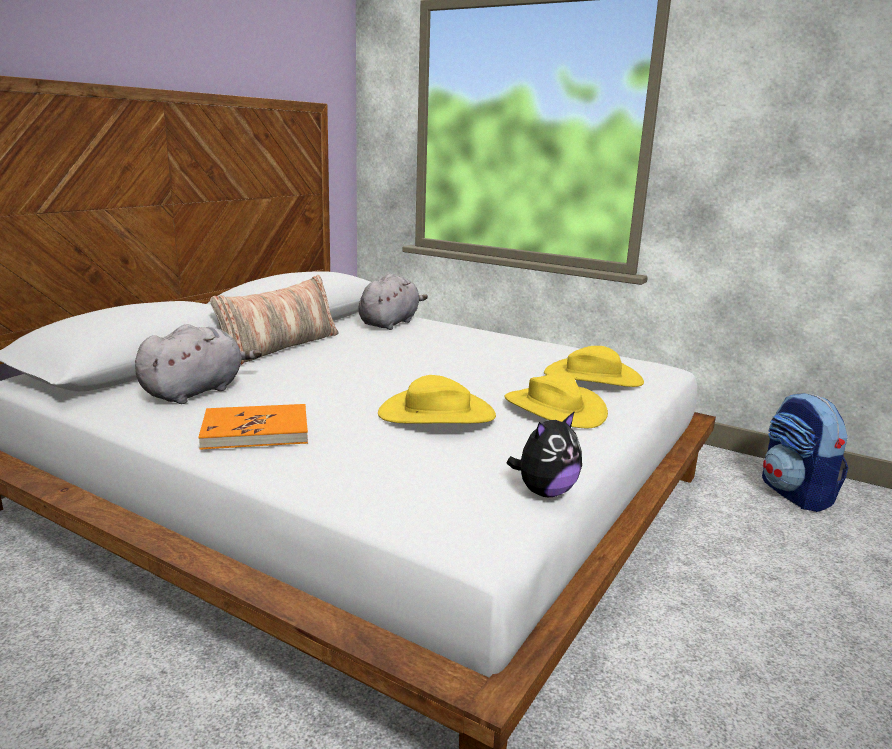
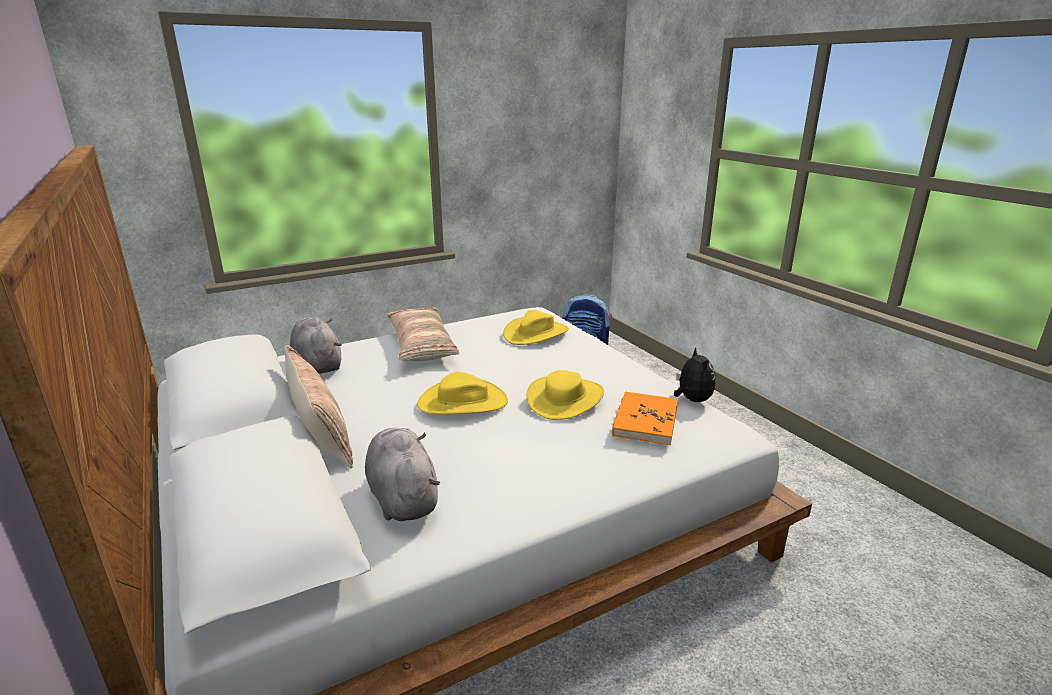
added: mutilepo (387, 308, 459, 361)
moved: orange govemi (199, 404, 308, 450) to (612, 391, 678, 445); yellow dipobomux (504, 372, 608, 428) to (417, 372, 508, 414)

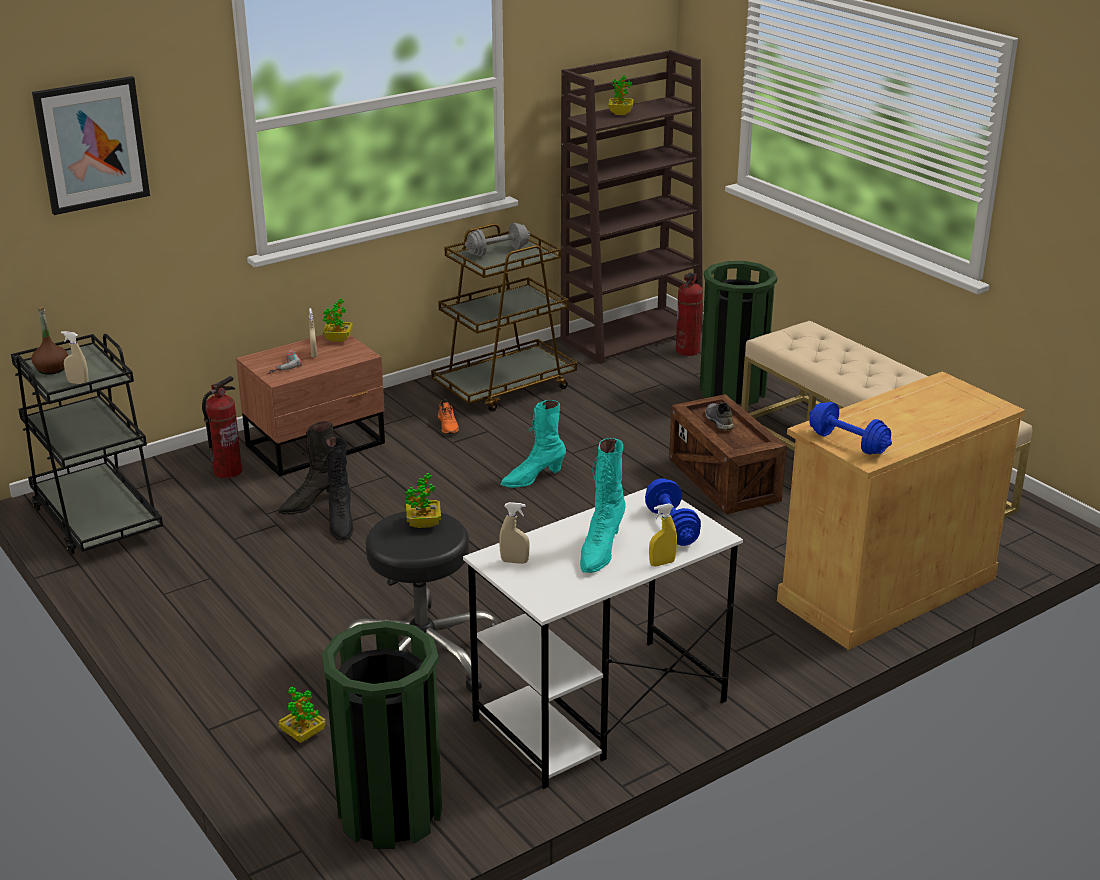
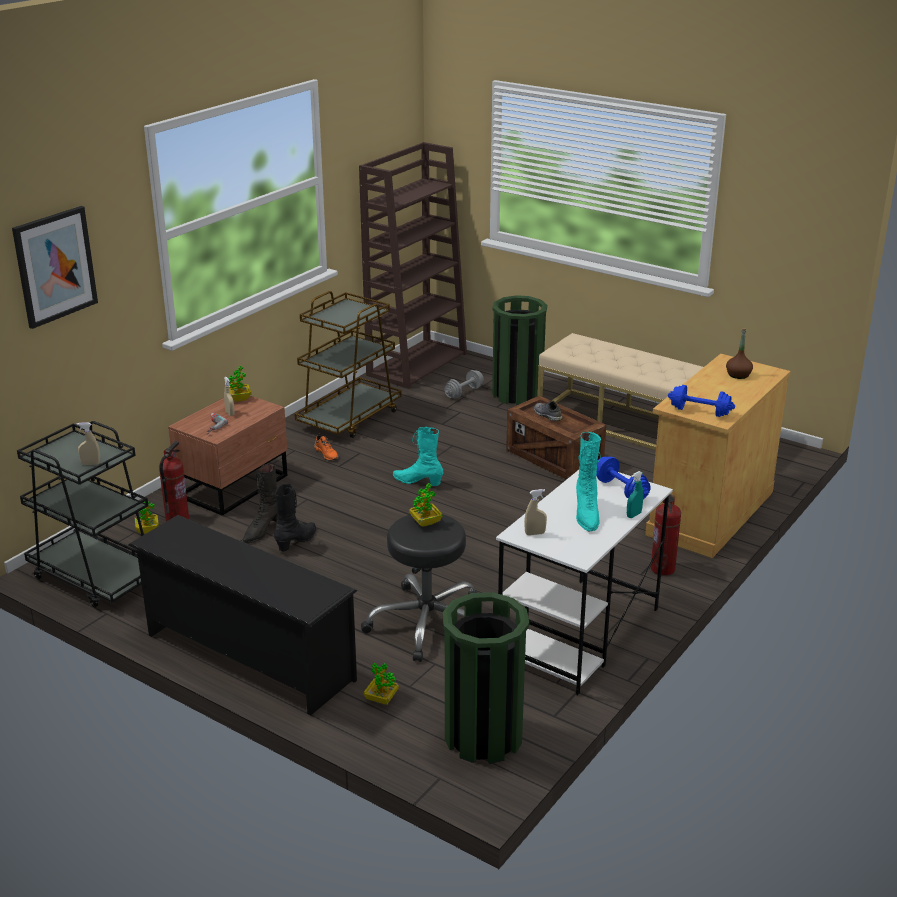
added: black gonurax (128, 515, 357, 716)
moved: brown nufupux (31, 307, 68, 375) to (726, 328, 753, 379); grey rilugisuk (465, 223, 530, 256) to (444, 370, 484, 399); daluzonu (608, 75, 633, 115) to (135, 501, 159, 534); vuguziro (676, 273, 703, 356) to (651, 495, 681, 576)
recoloured: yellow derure (649, 503, 677, 566) to turquoise derure (627, 471, 643, 518)
turned: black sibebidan (325, 436, 354, 541) = (274, 483, 316, 552) 120 degrees counterclockwise; turquoise sibebidan (501, 400, 566, 488) = (393, 427, 444, 486) 75 degrees clockwise

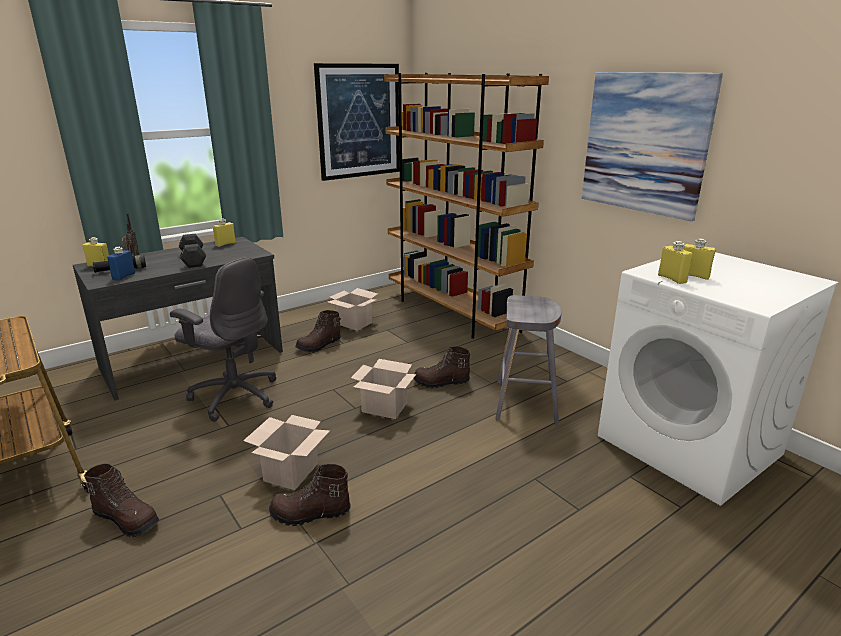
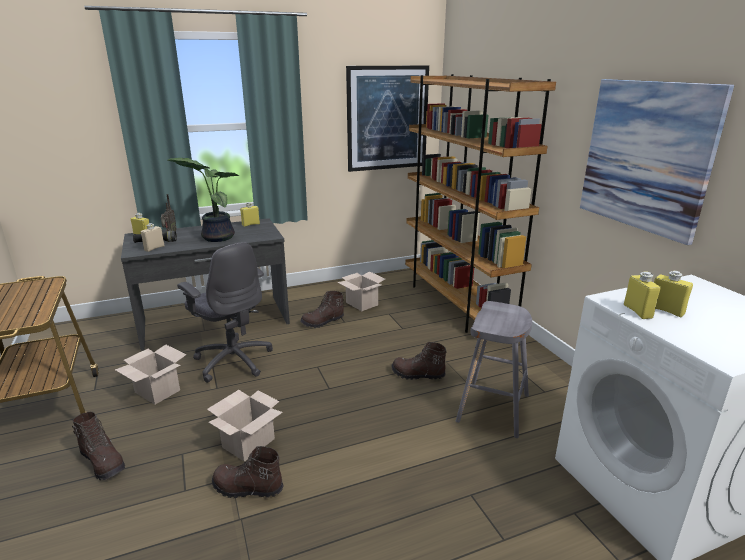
moved: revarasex (351, 359, 416, 419) to (115, 345, 186, 405)
replaced: black rilugisuk (179, 234, 206, 268) to daluzonu (168, 158, 241, 242)
recoloured: blue nufupux (107, 247, 135, 281) to beige nufupux (141, 223, 164, 252)

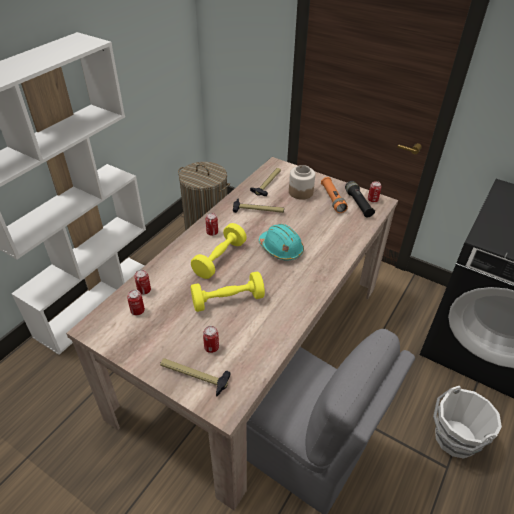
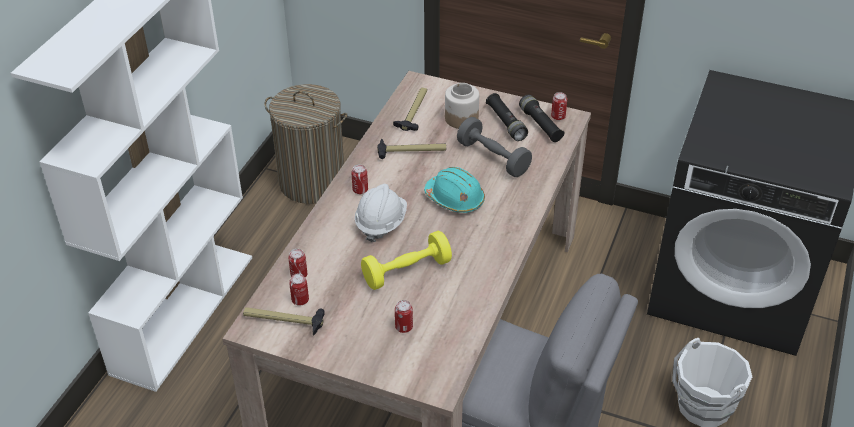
added: grey rilugisuk (457, 117, 532, 177)
moved: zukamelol (160, 358, 231, 397) to (243, 307, 324, 336)
replaced: yellow rilugisuk (191, 223, 247, 279) to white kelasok (355, 184, 407, 242)
recoloured: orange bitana (321, 177, 348, 213) to black bitana (486, 93, 528, 141)

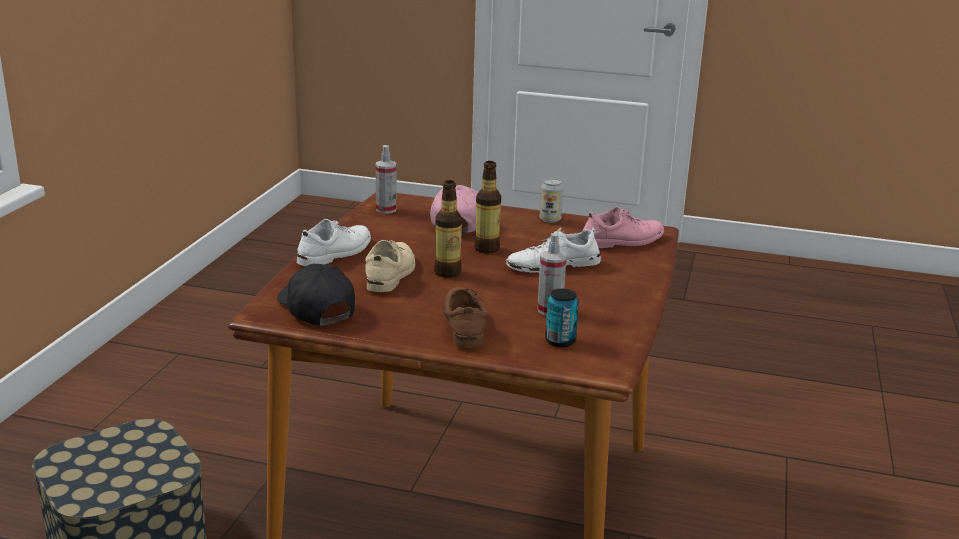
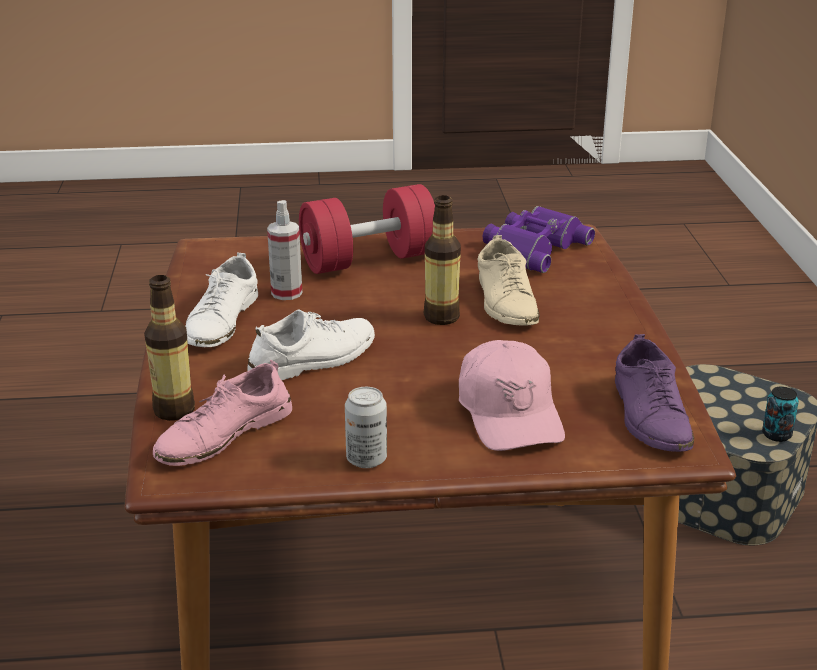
moved: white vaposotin (297, 219, 371, 266) to (185, 252, 258, 347); nufupux (474, 161, 501, 253) to (144, 275, 195, 421); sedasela (545, 289, 579, 347) to (762, 386, 799, 442)
replaced: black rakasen (277, 264, 355, 326) to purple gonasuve (483, 206, 595, 273); derure (376, 145, 397, 214) to purple vaposotin (615, 334, 694, 452); brown vaposotin (443, 287, 488, 348) to red rilugisuk (299, 184, 435, 274)

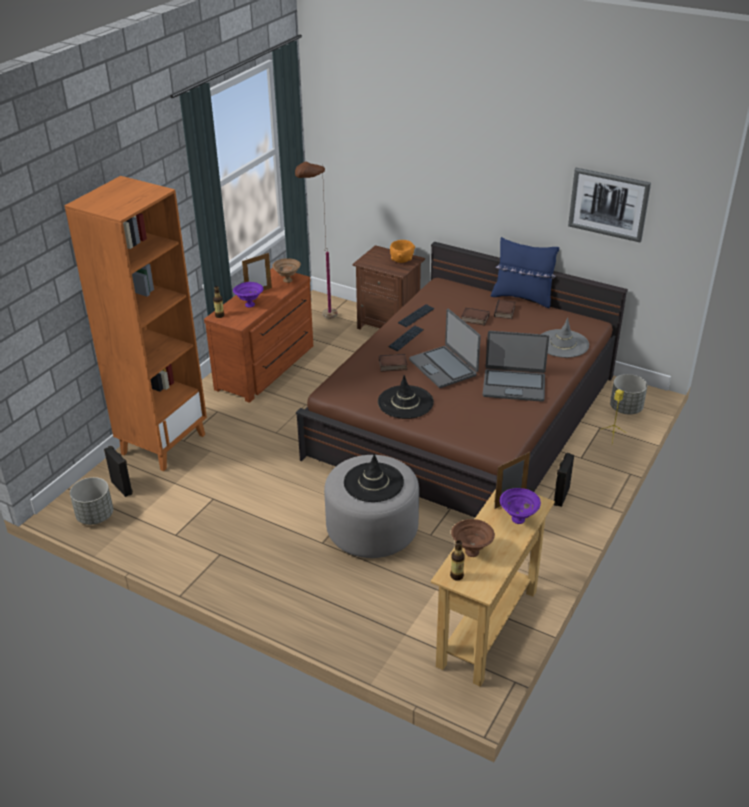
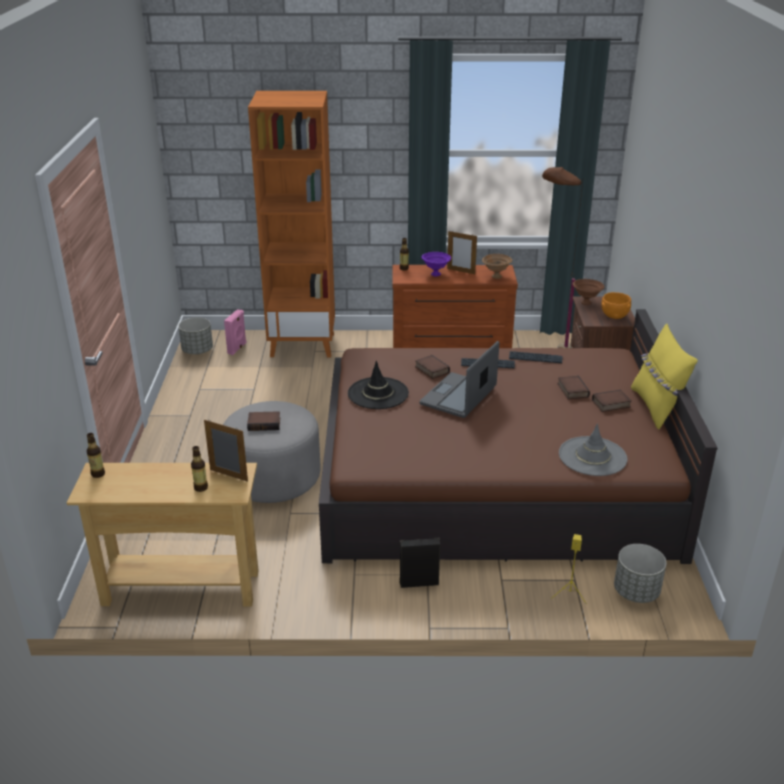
removed: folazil (483, 331, 549, 402); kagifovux (568, 168, 651, 242)
moved: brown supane (451, 519, 495, 557) to (573, 279, 605, 305)
replaced: black dipobomux (344, 453, 404, 502) to govemi (247, 411, 280, 431); purple supane (500, 488, 541, 524) to nufupux (191, 446, 208, 492)
recoloured: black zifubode (104, 446, 133, 497) to pink zifubode (224, 309, 247, 355); blue mutilepo (491, 237, 559, 308) to yellow mutilepo (631, 324, 698, 430)

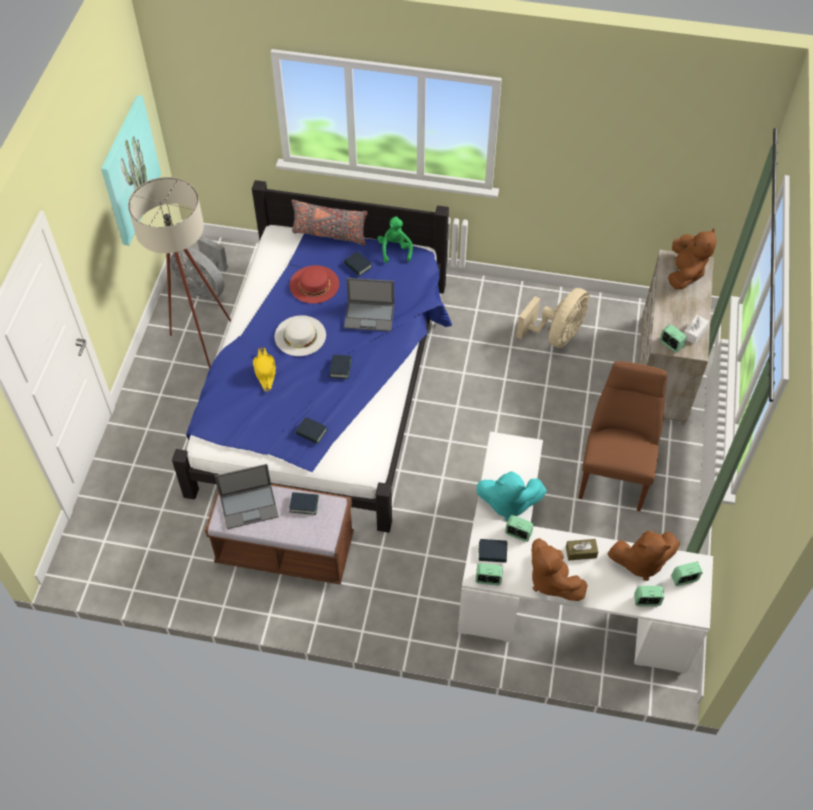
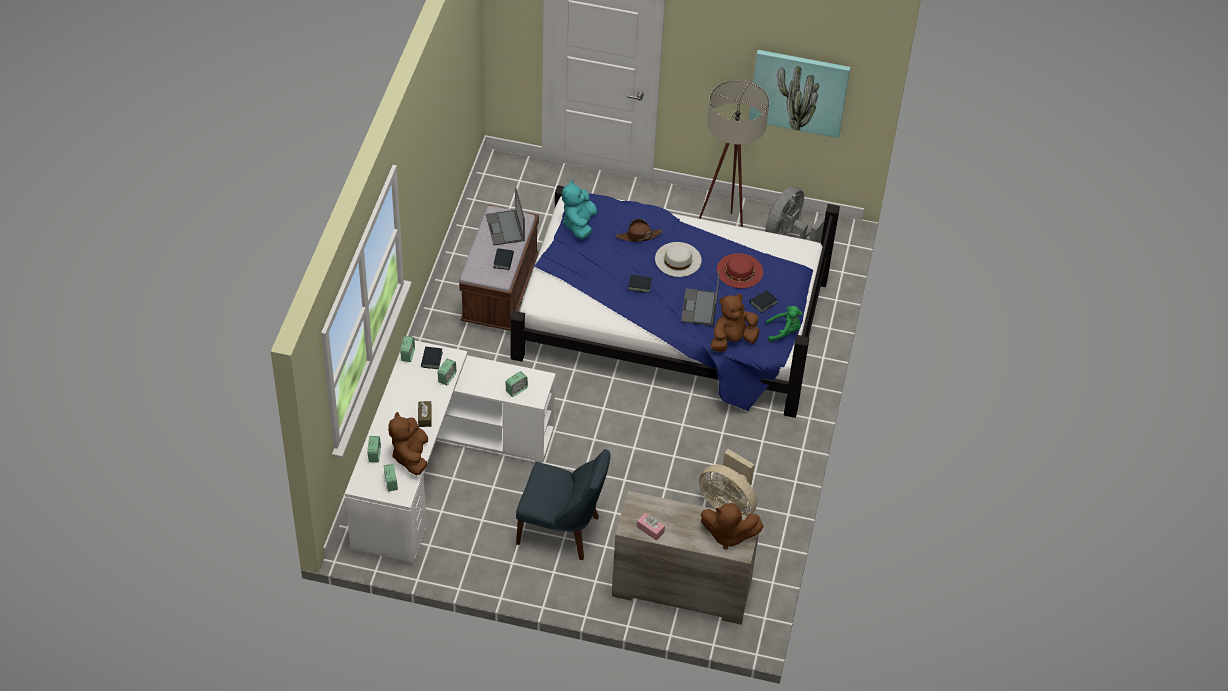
removed: grey mutilepo (292, 199, 367, 245); govemi (295, 417, 327, 444)
moved: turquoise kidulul (476, 471, 547, 521) to (562, 180, 597, 239); brown kidulul (532, 538, 587, 601) to (711, 294, 760, 352); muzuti (660, 324, 686, 353) to (505, 371, 528, 397)
recoloured: yellow dipobomux (253, 347, 276, 391) to brown dipobomux (616, 219, 662, 242); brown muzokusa (579, 361, 667, 511) to blue muzokusa (516, 449, 610, 560); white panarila (684, 315, 709, 344) to pink panarila (637, 513, 665, 540)

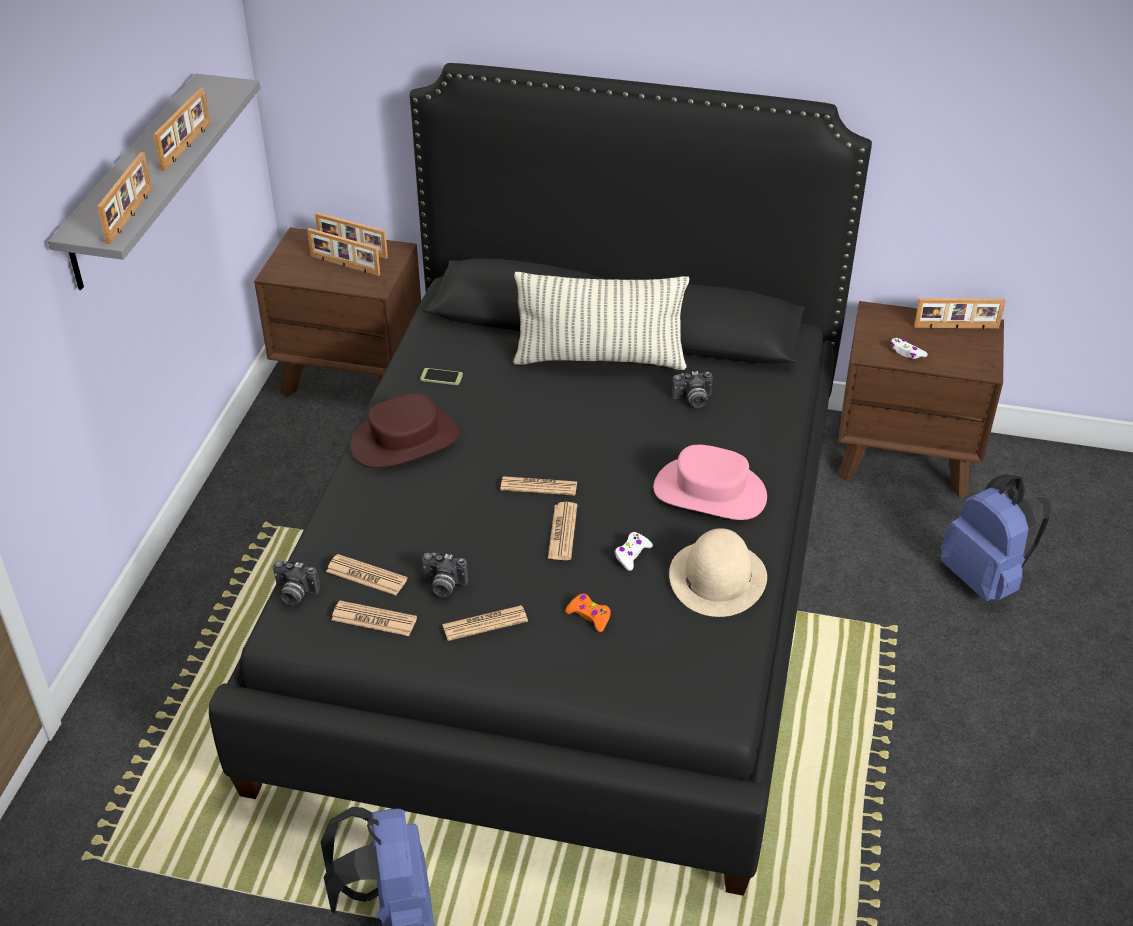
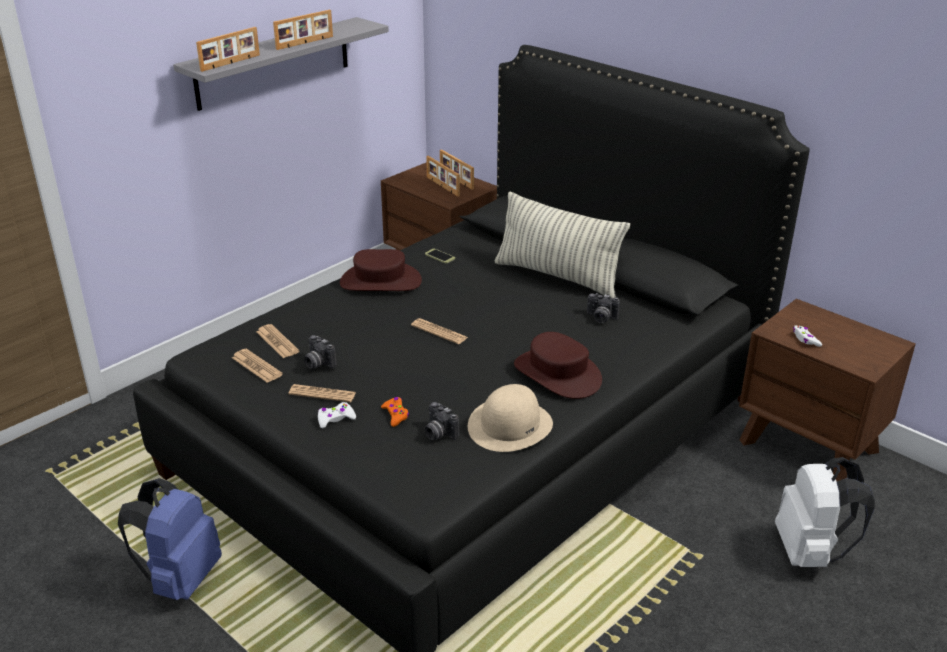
removed: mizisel (548, 502, 577, 560); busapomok (914, 298, 1005, 329)
moved: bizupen (273, 560, 320, 605) to (425, 402, 459, 440); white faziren (614, 532, 653, 571) to (318, 402, 356, 428)
recoloured: pink dipobomux (654, 445, 767, 520) to brown dipobomux (514, 332, 602, 399); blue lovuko (941, 474, 1051, 601) to white lovuko (775, 457, 875, 567)

